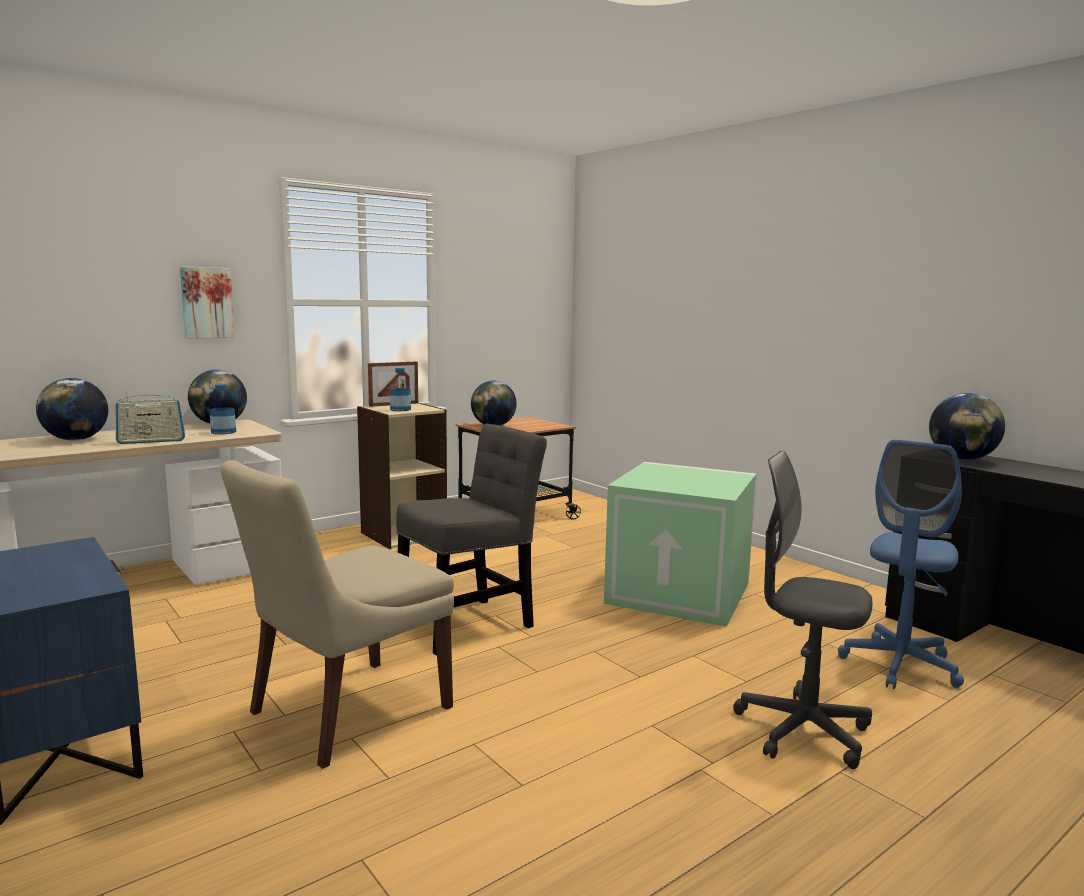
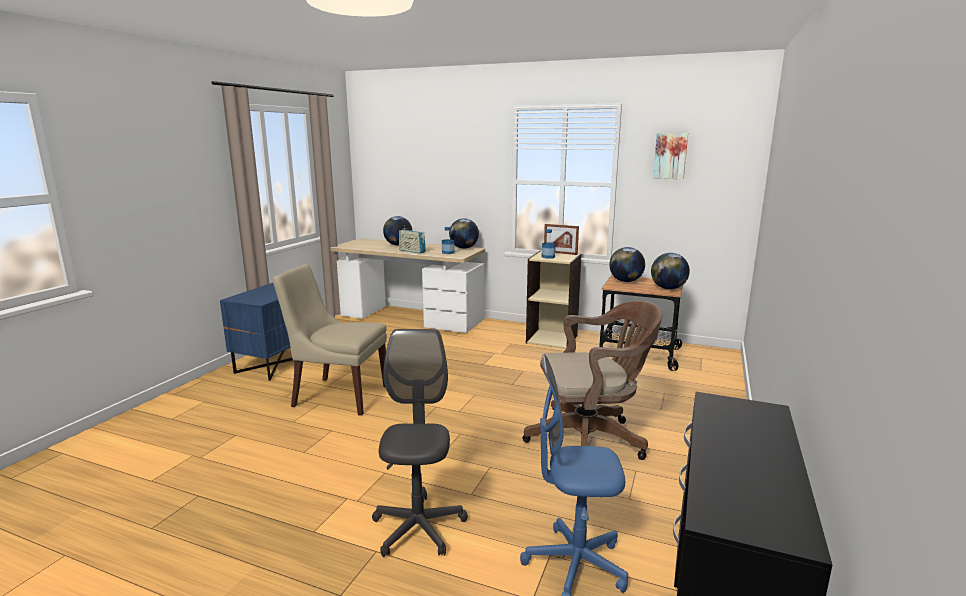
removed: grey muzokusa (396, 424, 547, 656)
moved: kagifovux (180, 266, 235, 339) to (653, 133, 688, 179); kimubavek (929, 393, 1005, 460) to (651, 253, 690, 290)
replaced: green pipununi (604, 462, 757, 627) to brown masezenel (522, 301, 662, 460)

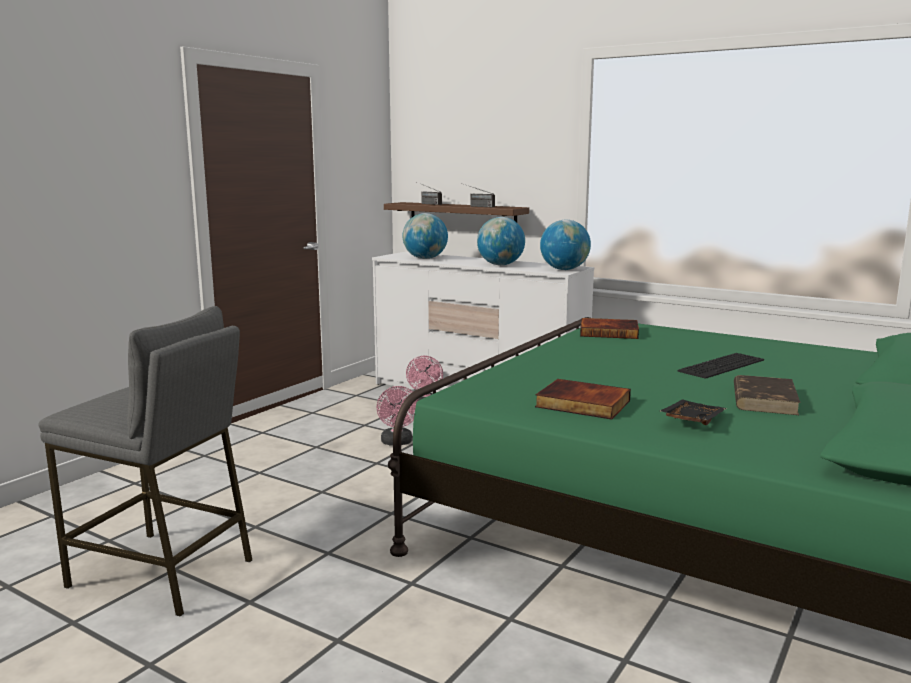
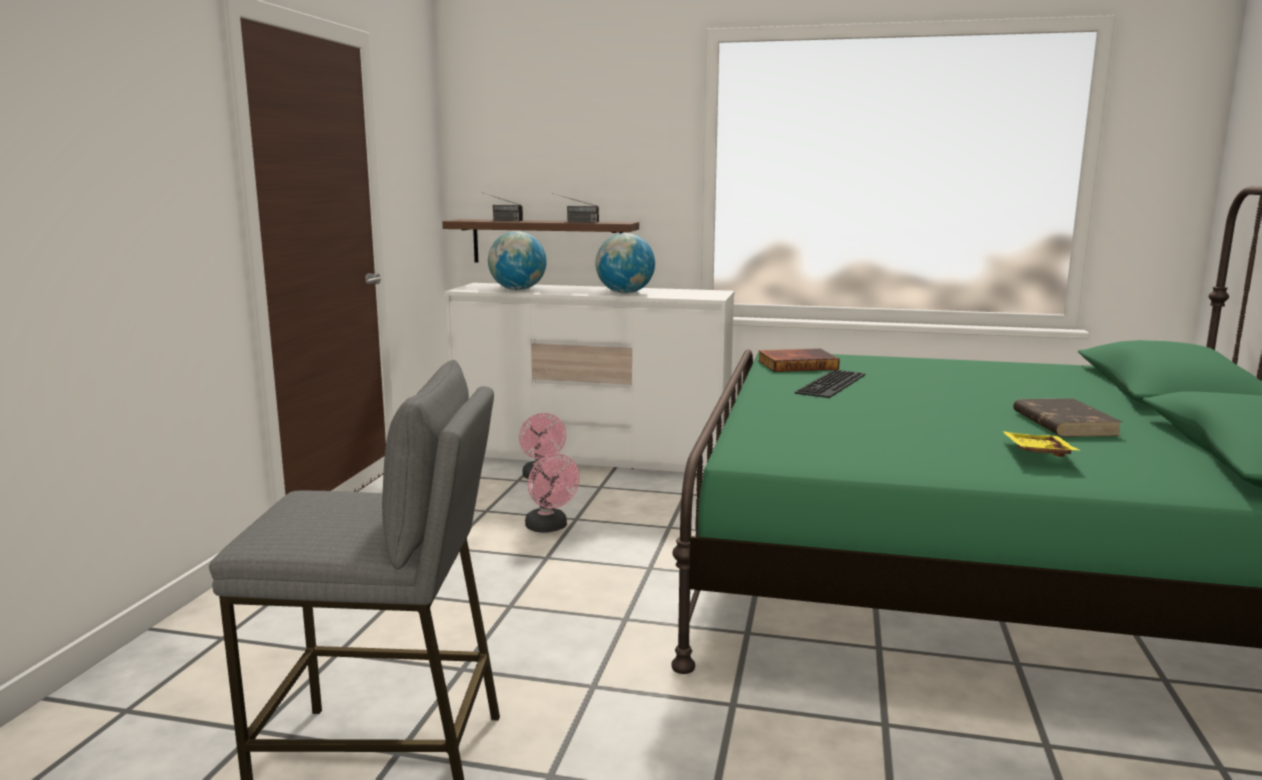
removed: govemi (535, 379, 631, 419); kimubavek (540, 220, 591, 270)
moved: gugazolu (677, 353, 764, 379) to (795, 370, 865, 398)
recoloured: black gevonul (660, 399, 727, 425) to yellow gevonul (1003, 431, 1081, 457)

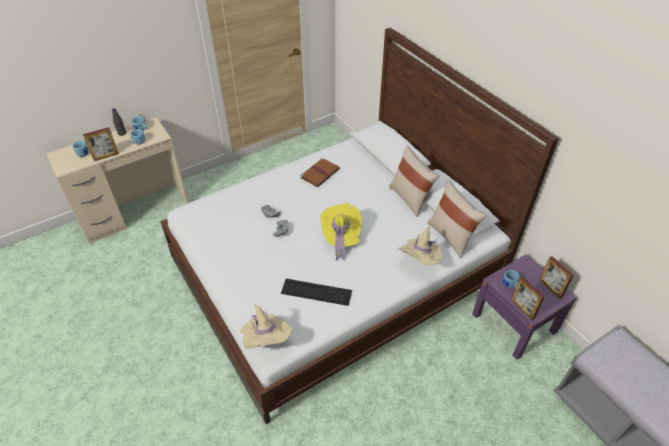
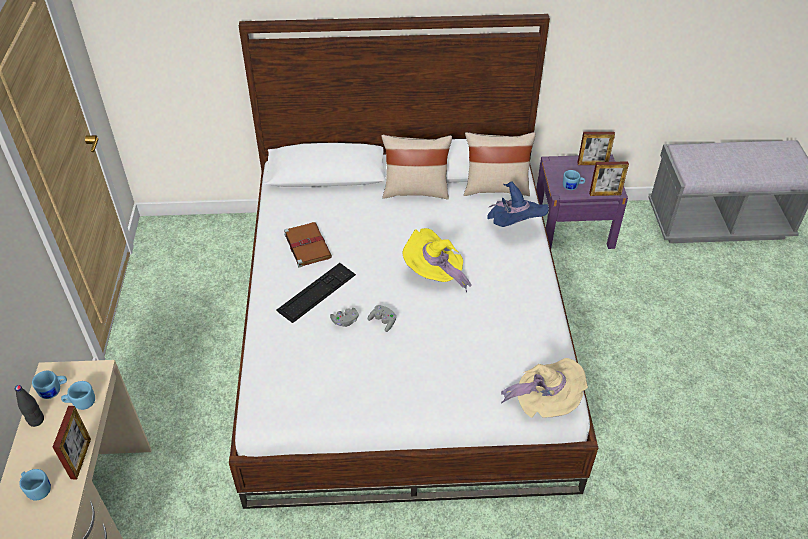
moved: gugazolu (281, 279, 352, 306) to (277, 263, 356, 323)
recoloured: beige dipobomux (398, 227, 442, 265) to blue dipobomux (487, 181, 549, 227)

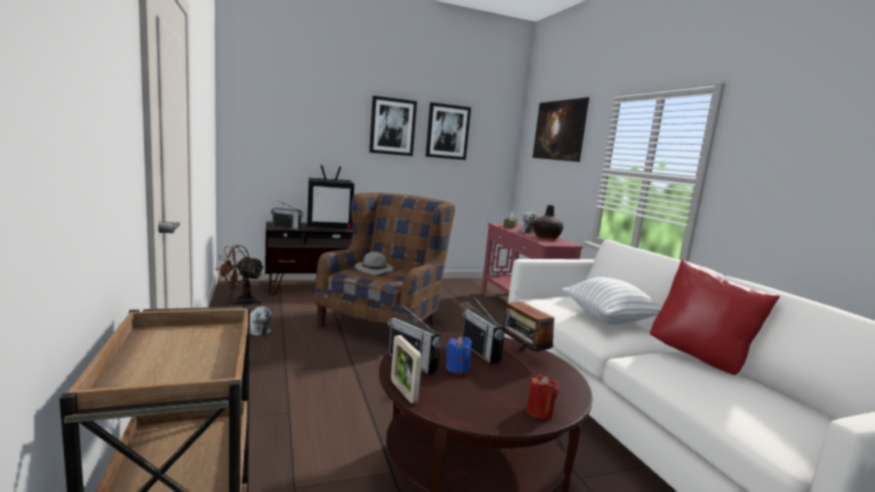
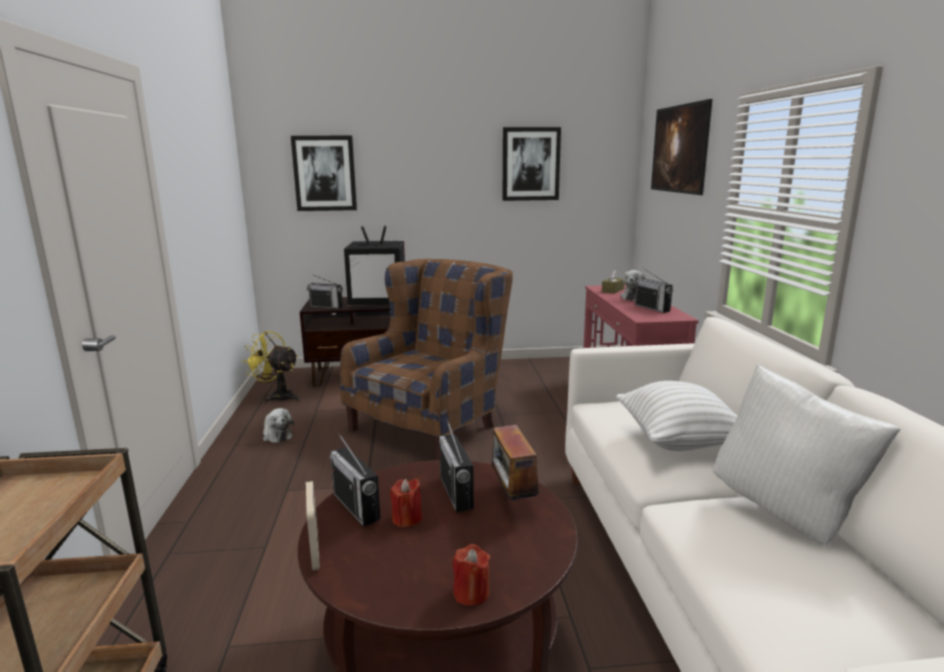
removed: grey dipobomux (355, 252, 394, 275)
moved: kagifovux (369, 96, 417, 156) to (291, 136, 357, 211)
replaced: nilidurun (533, 205, 563, 240) to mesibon (635, 268, 673, 313)
recoloured: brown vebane (216, 245, 264, 306) to yellow vebane (242, 331, 299, 403); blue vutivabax (446, 336, 472, 374) to red vutivabax (390, 479, 422, 527); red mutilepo (650, 259, 780, 375) to white mutilepo (713, 364, 901, 545)

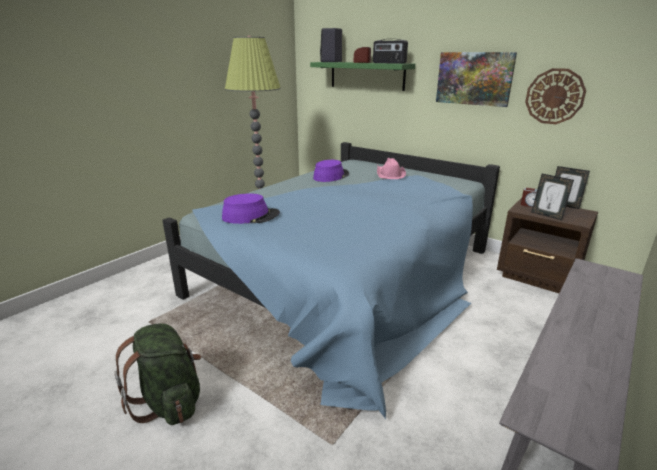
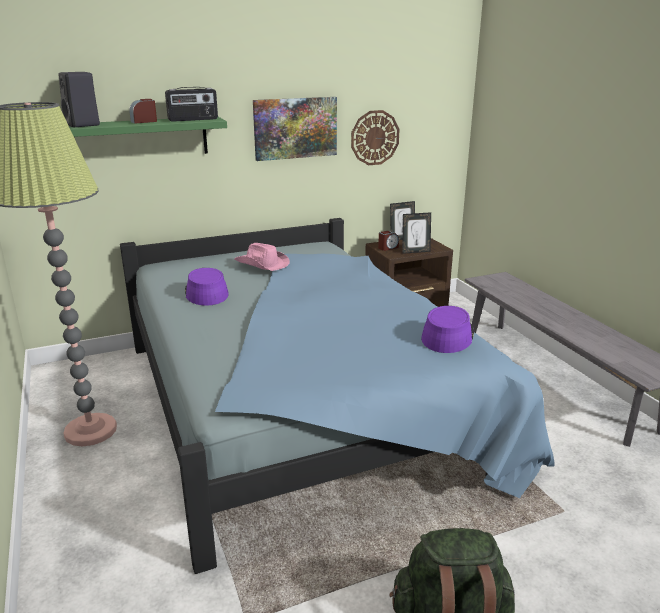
moved: purple dipobomux (222, 194, 280, 224) to (421, 306, 474, 353)

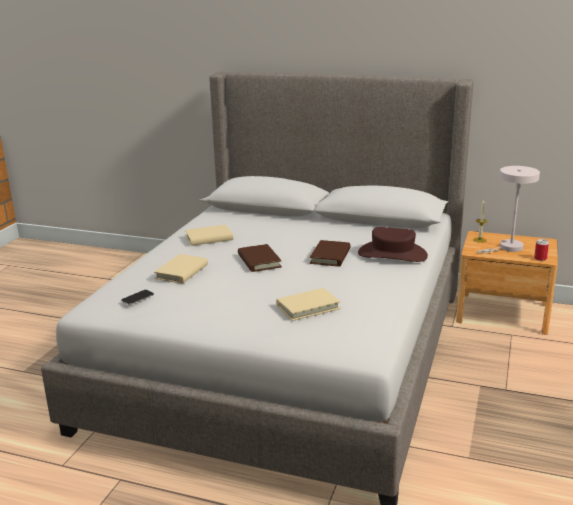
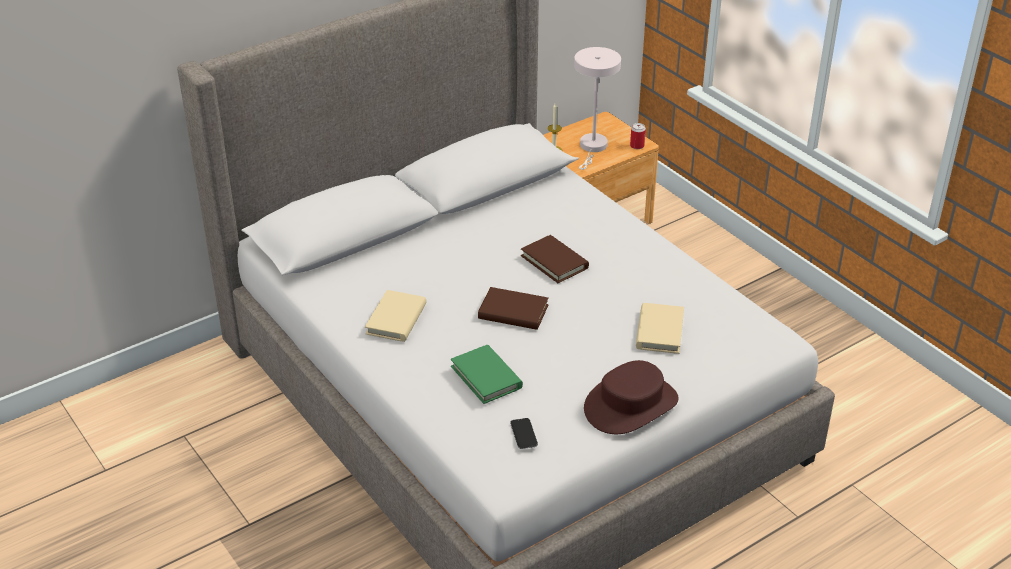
moved: brown dipobomux (358, 227, 428, 262) to (584, 360, 679, 434)
recoloured: beige govemi (154, 254, 208, 284) to green govemi (451, 345, 523, 404)

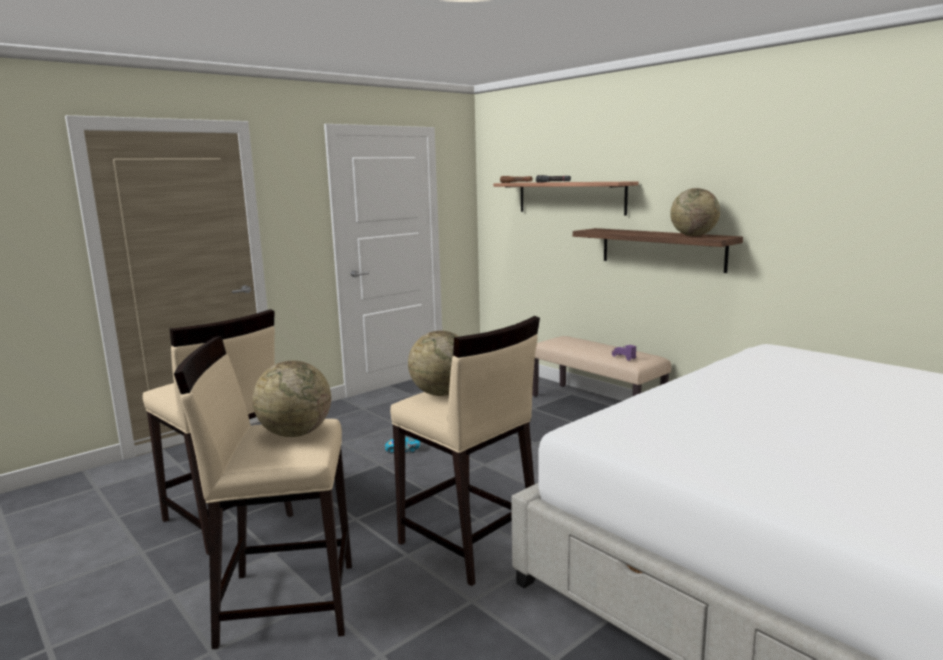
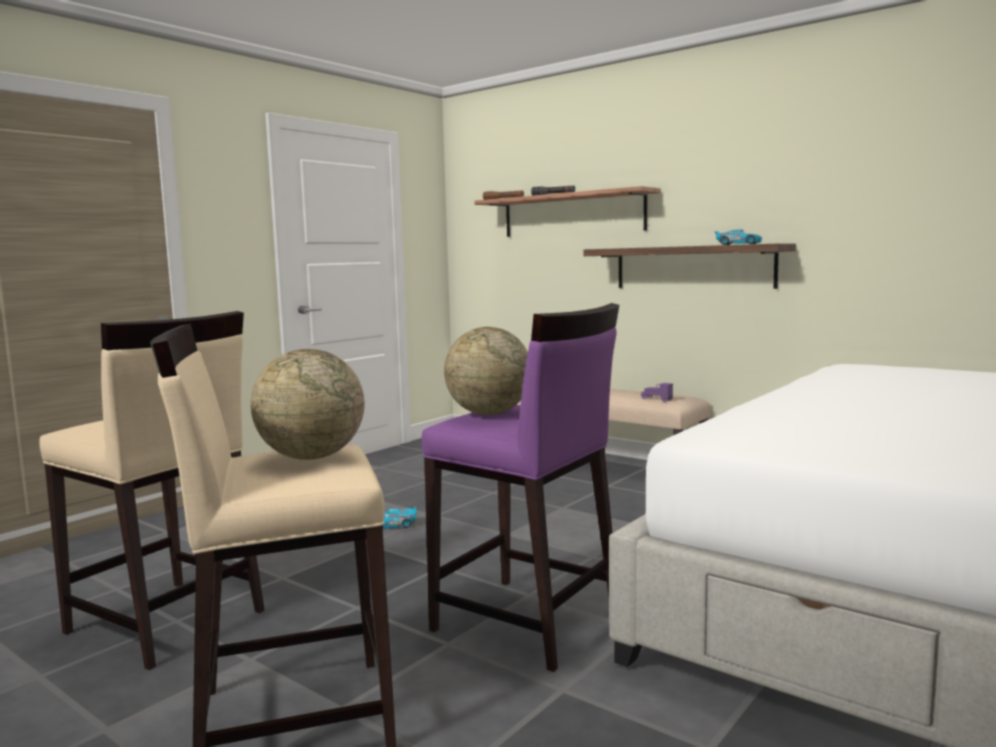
replaced: kimubavek (670, 188, 720, 236) to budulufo (715, 229, 762, 245)
recoloured: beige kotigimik (390, 316, 540, 586) to purple kotigimik (422, 303, 619, 672)

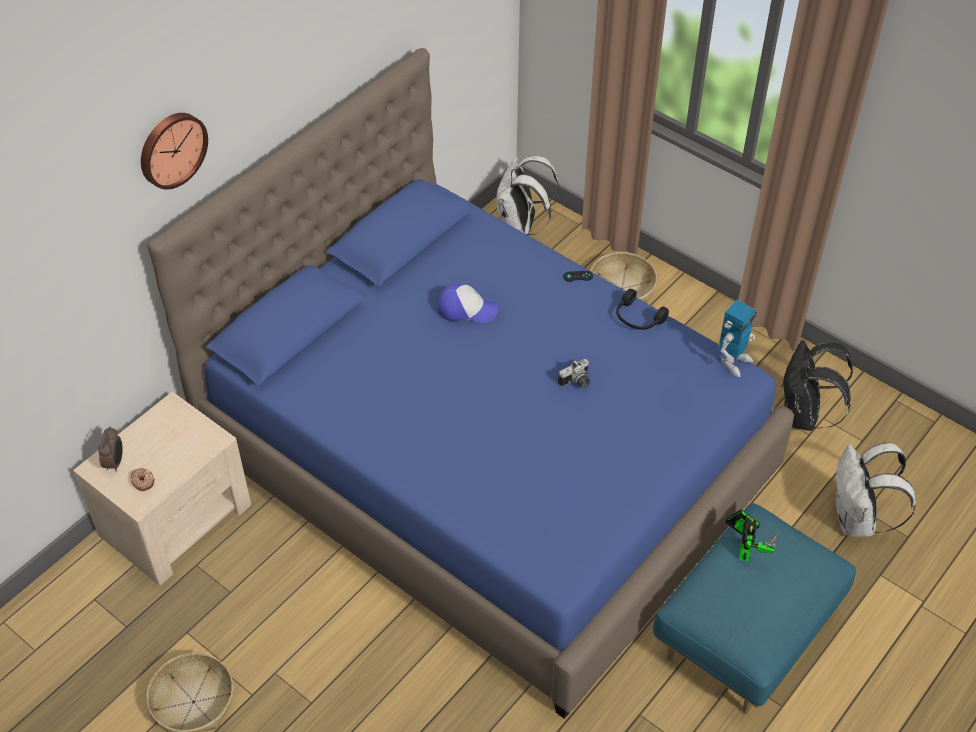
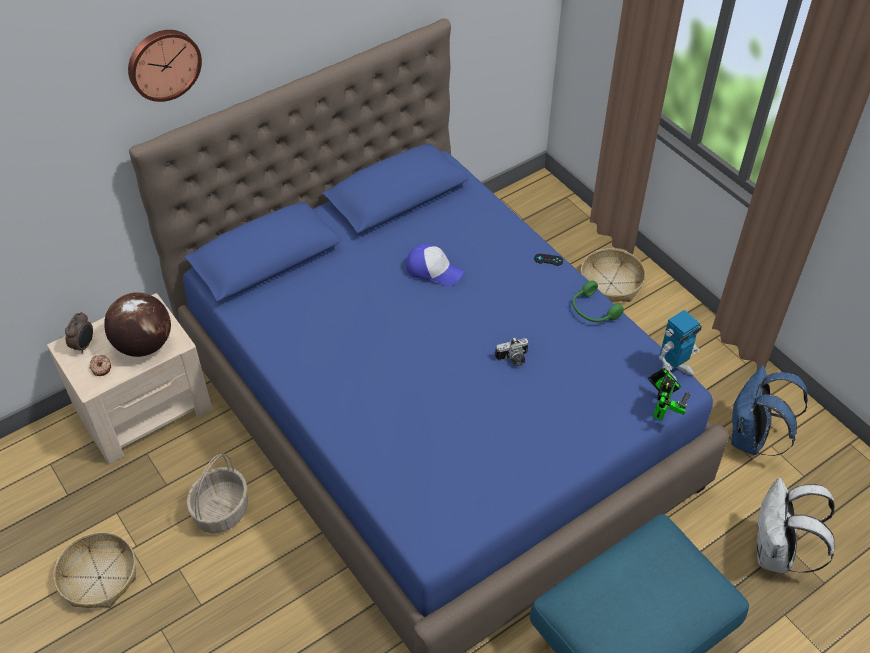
removed: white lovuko (496, 156, 559, 235)
added: kimubavek (104, 292, 171, 357); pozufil (186, 454, 248, 533)
moved: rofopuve (726, 509, 779, 561) to (648, 368, 690, 420)
recoloured: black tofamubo (616, 289, 669, 330) to green tofamubo (572, 280, 624, 322); black lovuko (781, 340, 853, 431) to blue lovuko (731, 365, 808, 456)

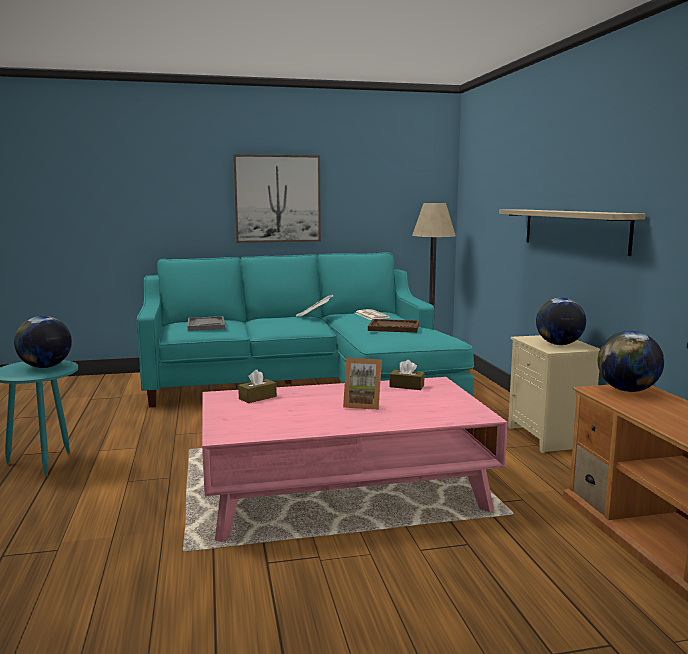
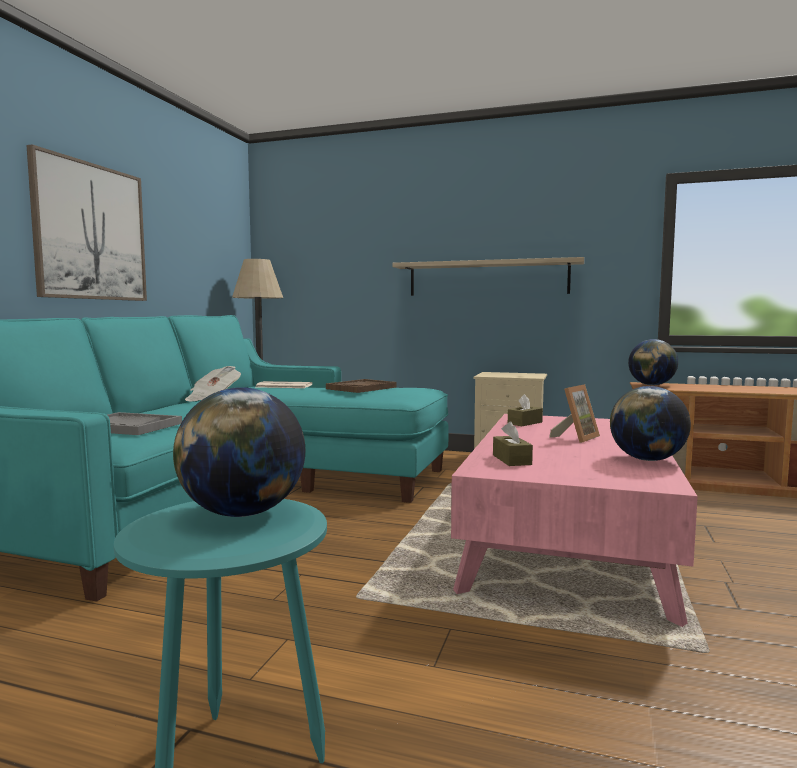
moved: kimubavek (536, 297, 586, 345) to (610, 386, 691, 461)

